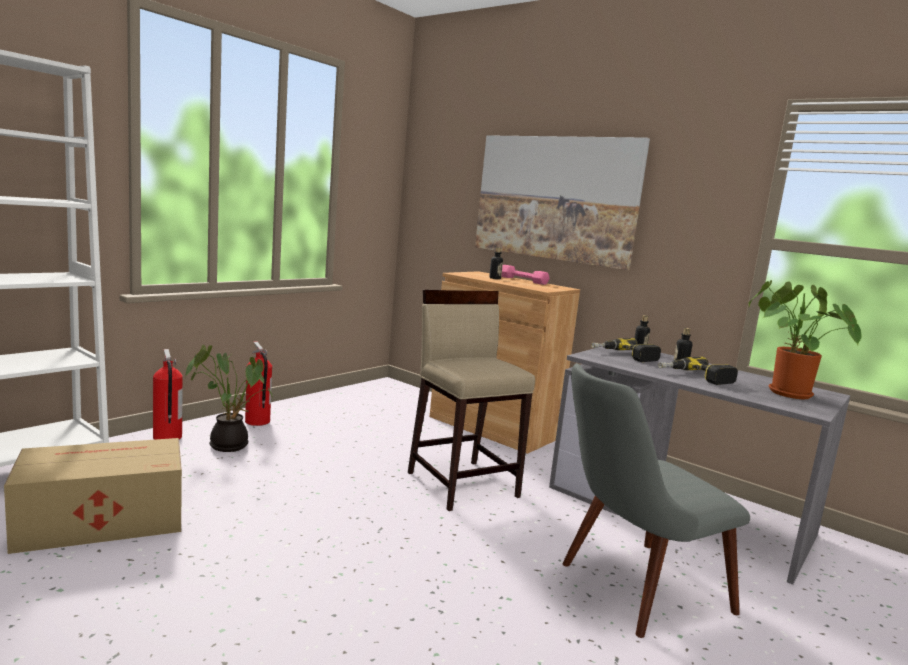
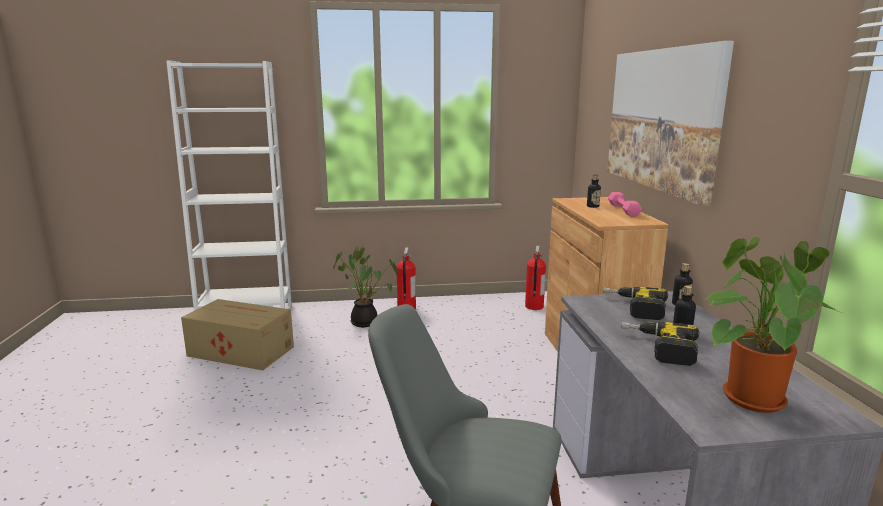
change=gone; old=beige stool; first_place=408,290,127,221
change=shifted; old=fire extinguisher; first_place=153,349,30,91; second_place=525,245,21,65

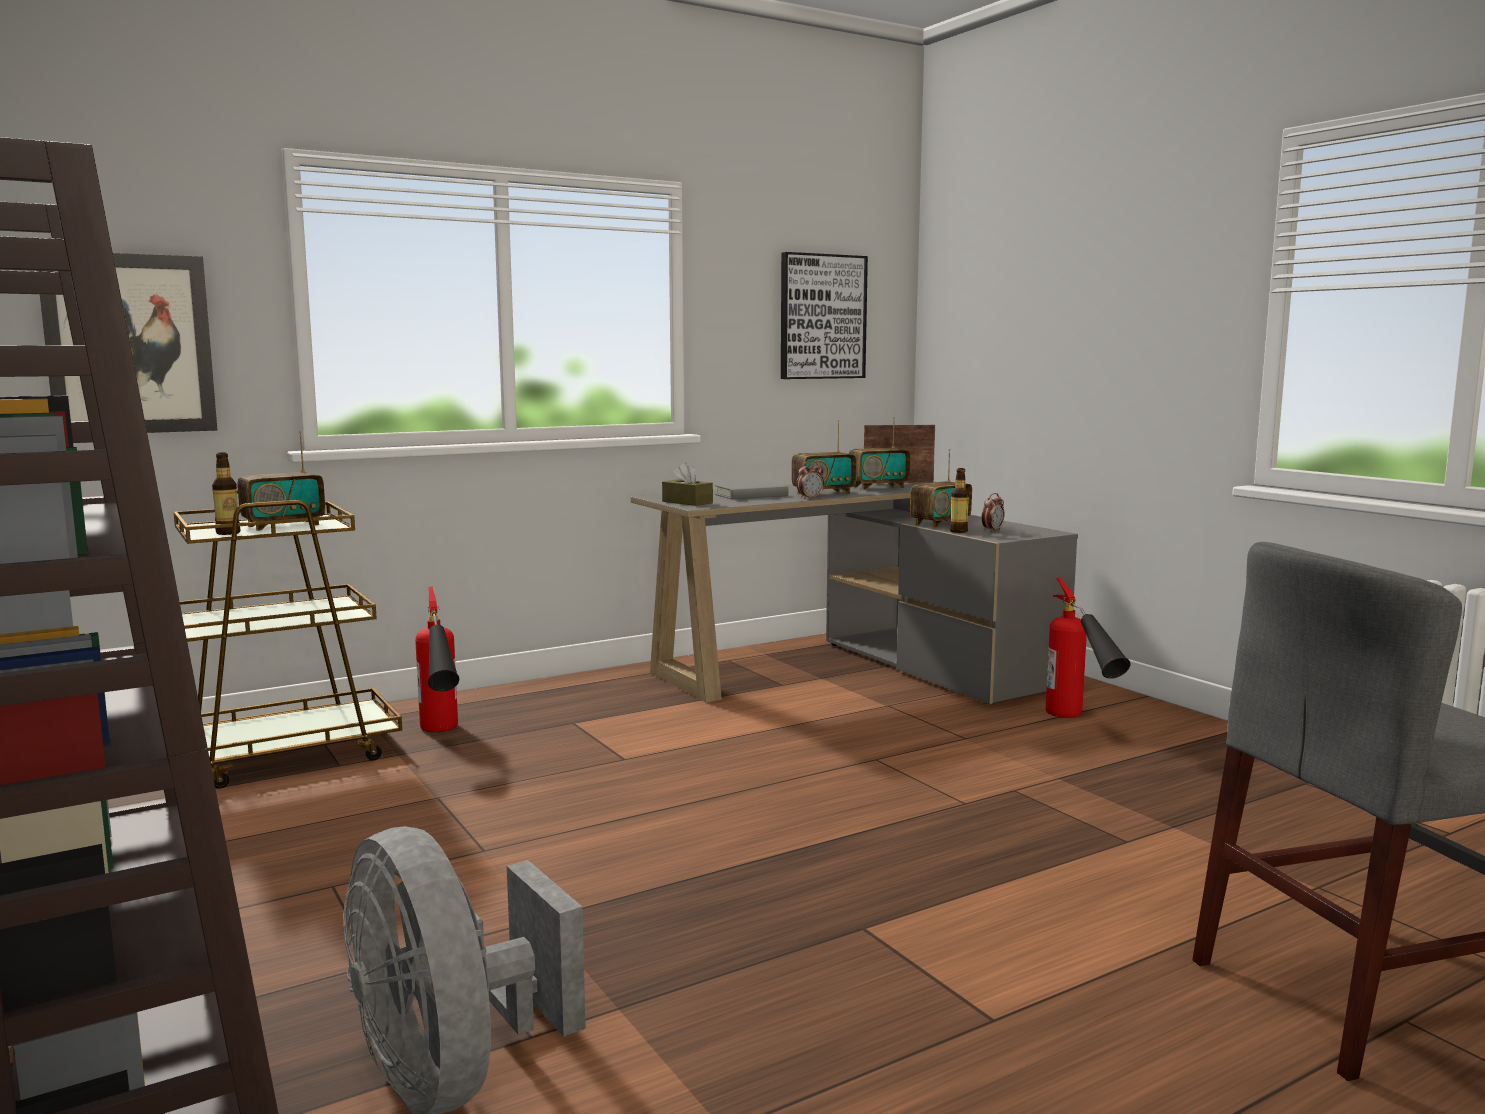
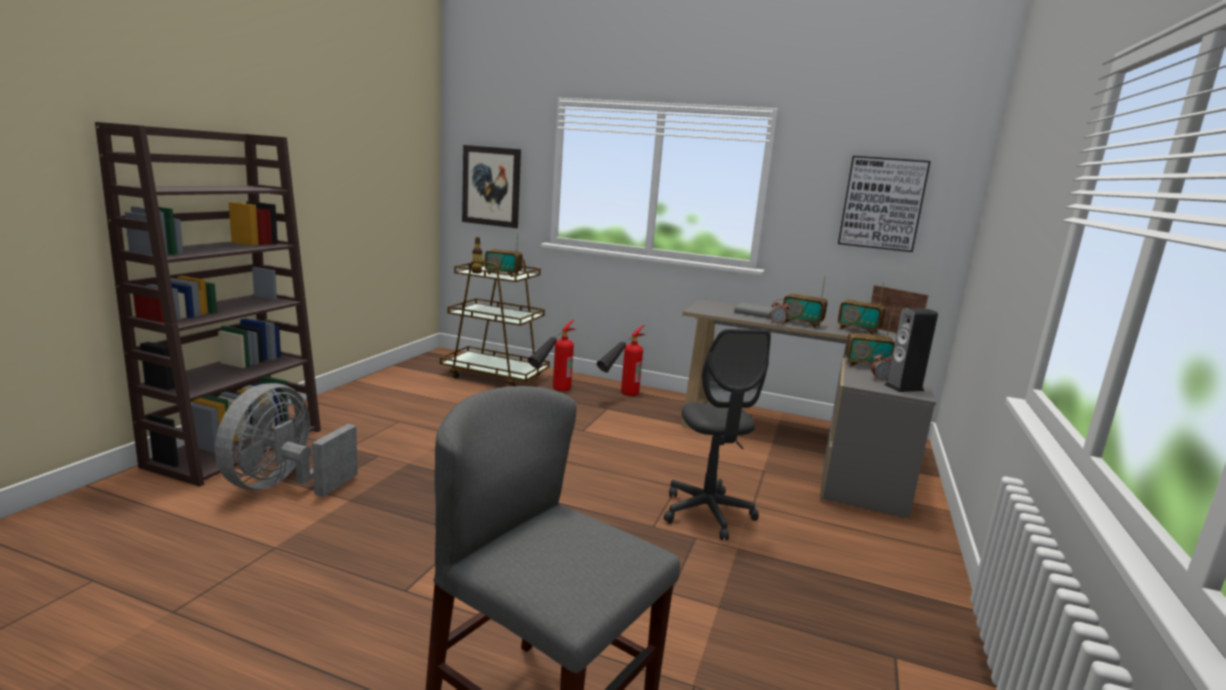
change=gone; old=brown tissue box; first_place=662,462,51,44
change=gone; old=bottle; first_place=950,468,19,65
change=shifted; old=fire extinguisher; first_place=1046,577,85,141; second_place=597,325,48,71
change=new; new=speaker; second_place=884,308,54,84
change=new; new=grey office chair; second_place=664,329,107,211

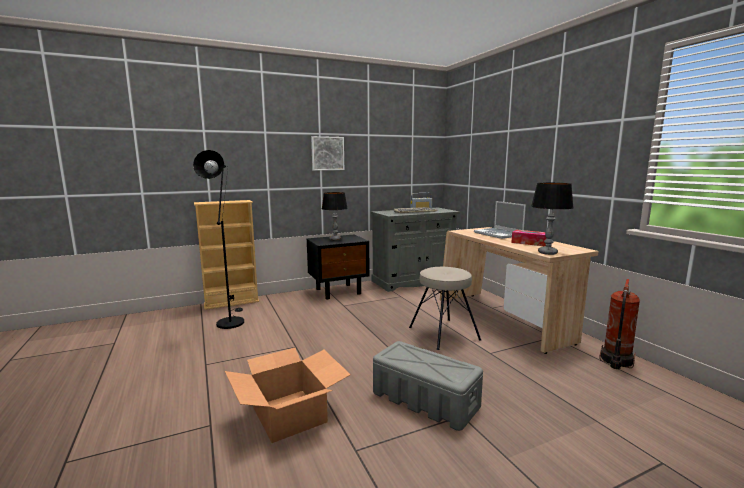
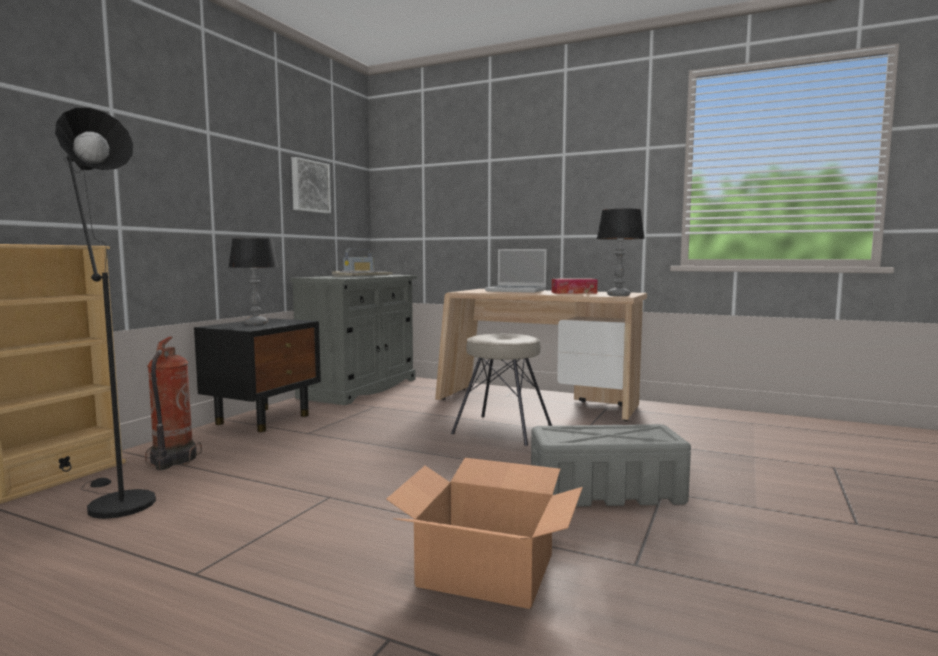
change=shifted; old=picture; first_place=311,136,33,34; second_place=292,157,39,56
change=shifted; old=fire extinguisher; first_place=599,279,41,90; second_place=145,336,57,134

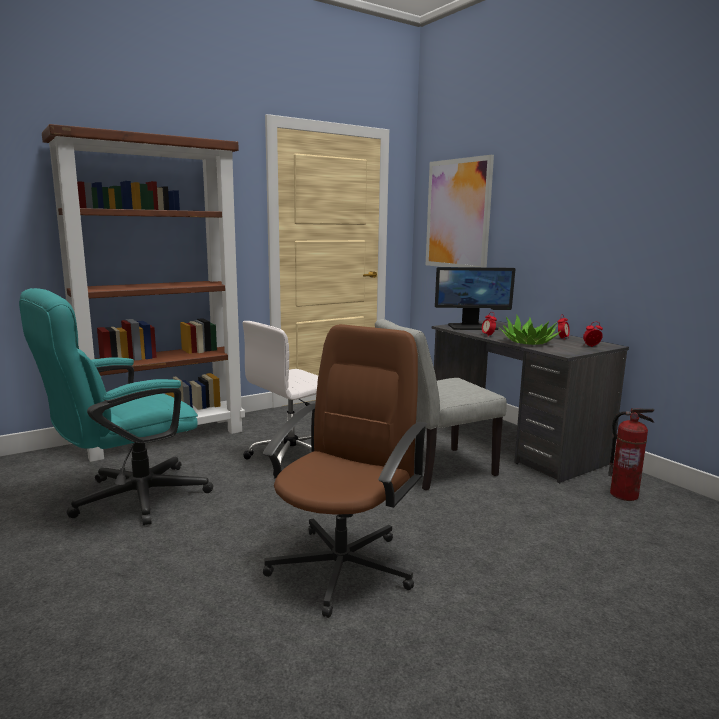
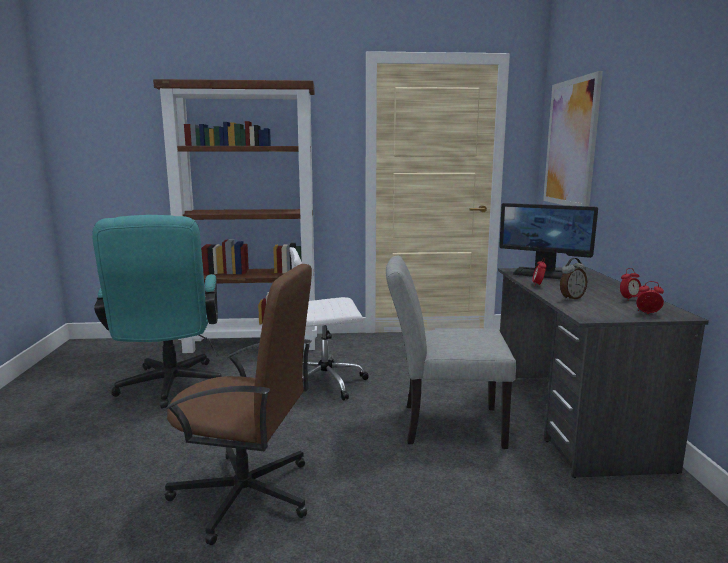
change=rotated; old=turquoise office chair; first_place=19,288,194,238; second_place=92,215,130,193; degrees=-90
change=swapped; old=potted plant; new=alarm clock; first_place=499,314,62,31; second_place=560,258,27,42
change=rotated; old=brown office chair; first_place=263,324,165,294; second_place=165,264,147,281; degrees=45
change=gone; old=fire extinguisher; first_place=608,408,46,93

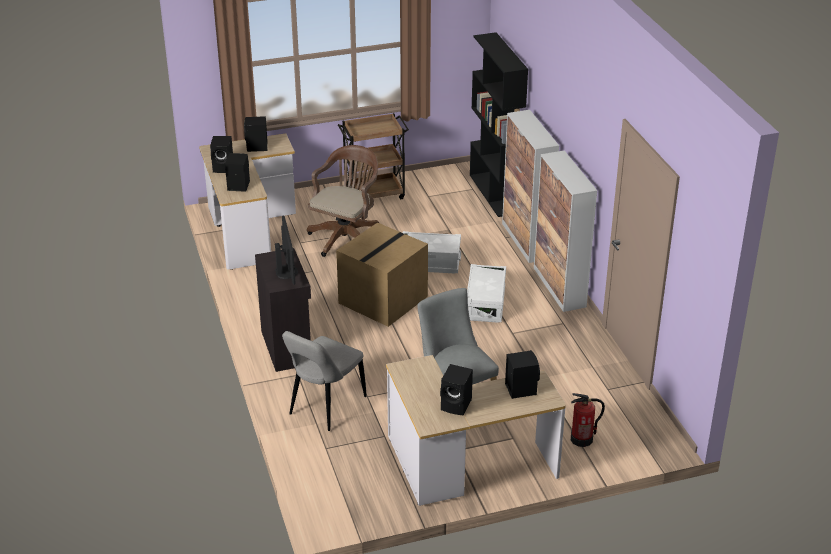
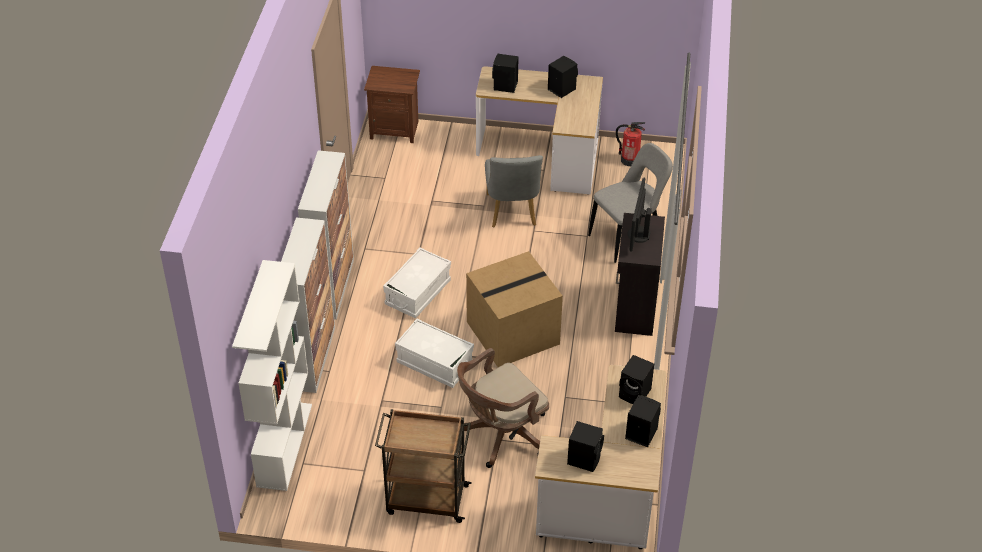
change=repainted; old=black bookcase; new=white bookcase; first_place=470,32,58,185; second_place=232,260,80,231
change=shifted; old=fire extinguisher; first_place=571,393,34,54; second_place=616,122,30,44
change=new; new=brown nightstand; second_place=364,66,56,77

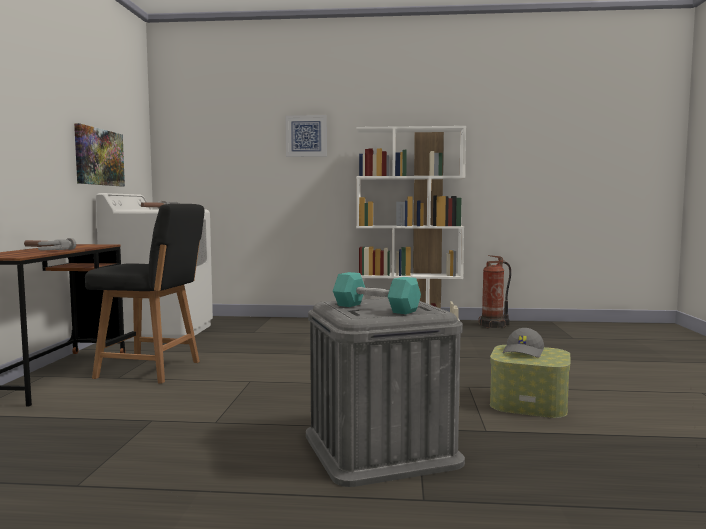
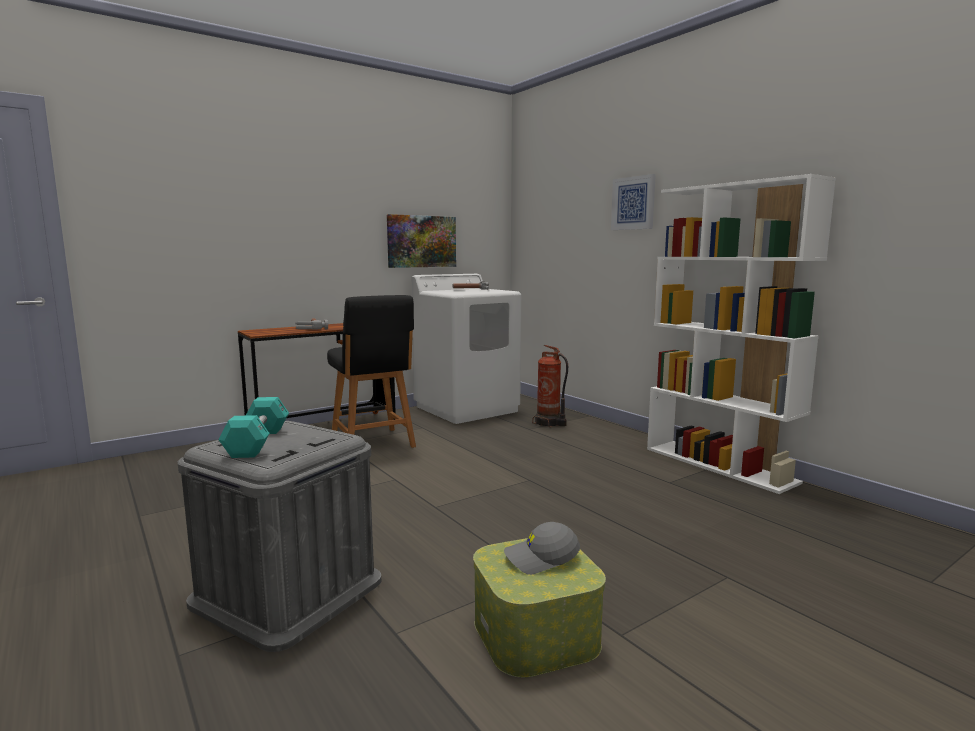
change=shifted; old=fire extinguisher; first_place=478,255,33,73; second_place=532,345,36,82

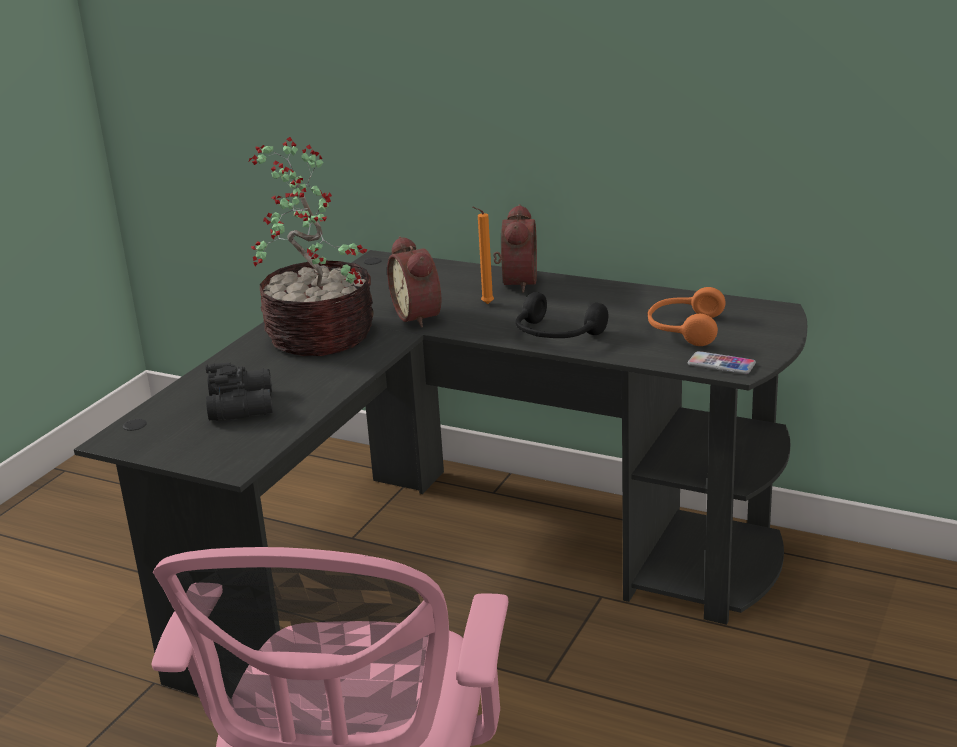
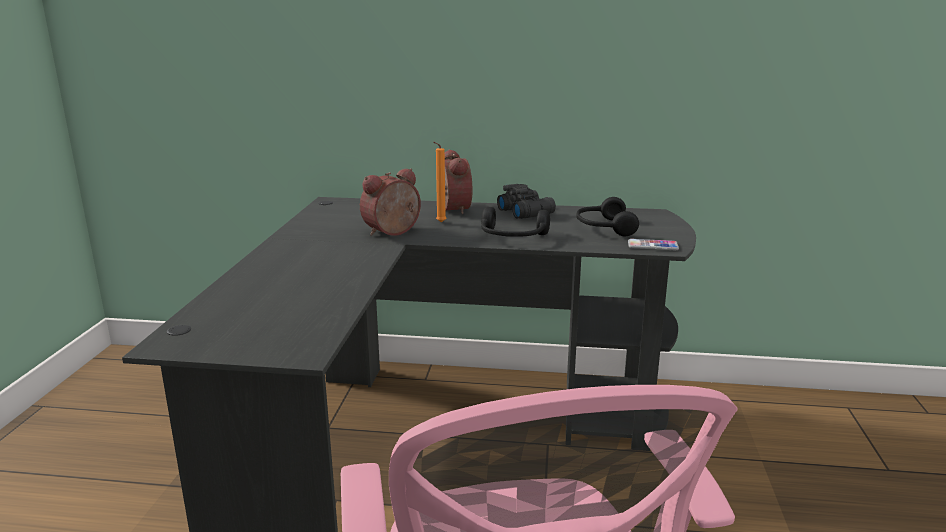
change=gone; old=potted plant; first_place=249,137,125,219
change=rotated; old=alarm clock; first_place=387,236,54,92; second_place=360,168,61,68; degrees=90
change=repainted; old=orange headphones; new=black headphones; first_place=648,287,77,59; second_place=576,197,63,39
change=shifted; old=black binoculars; first_place=206,362,67,59; second_place=497,184,59,35

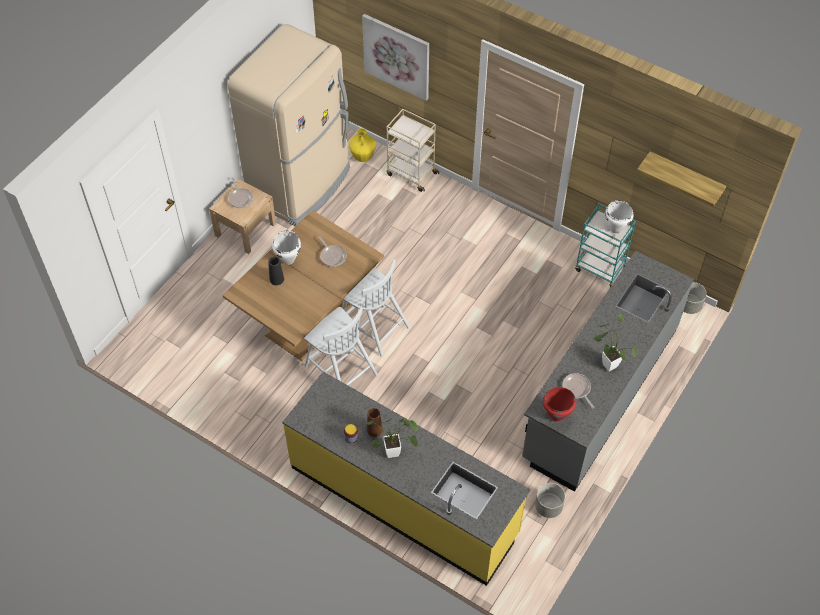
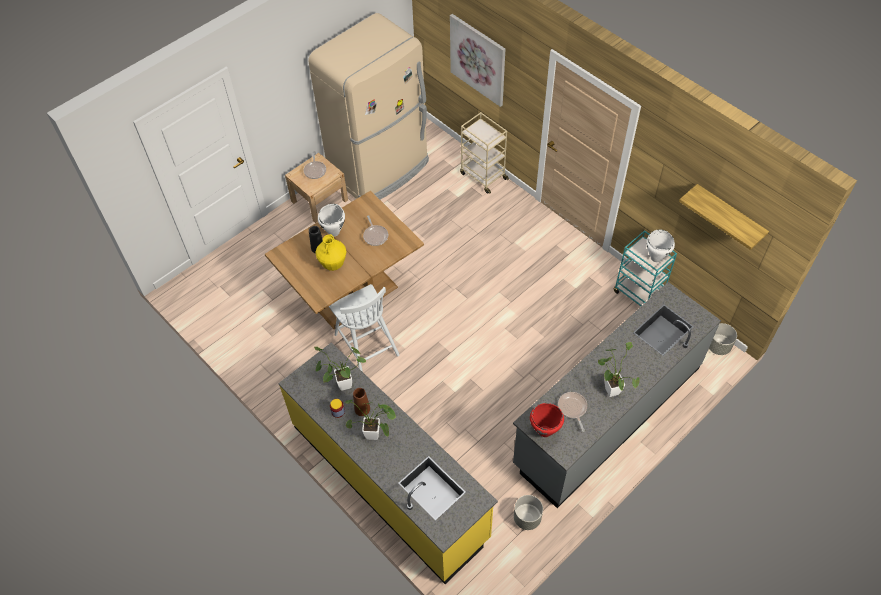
change=shifted; old=yellow vase; first_place=349,128,27,34; second_place=315,234,31,37
change=gone; old=white chair; first_place=342,259,68,97
change=new; new=potted plant; second_place=314,347,52,44

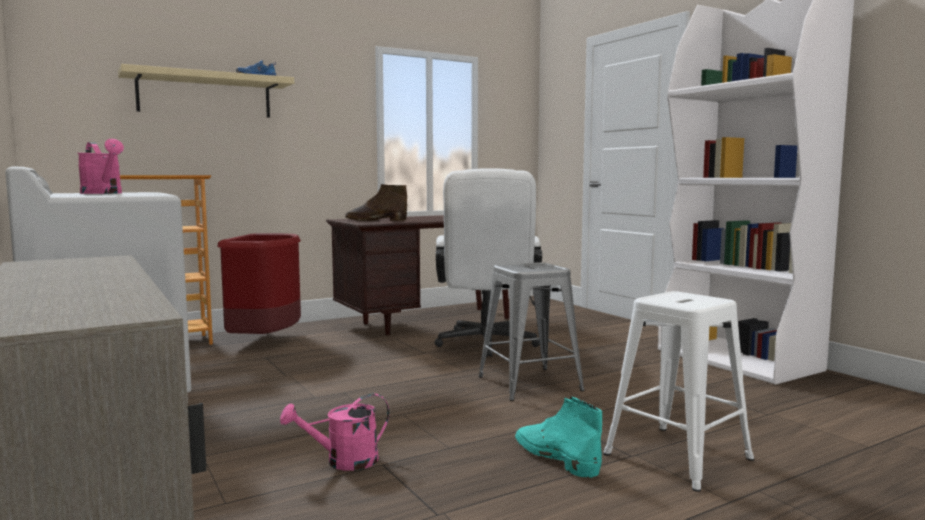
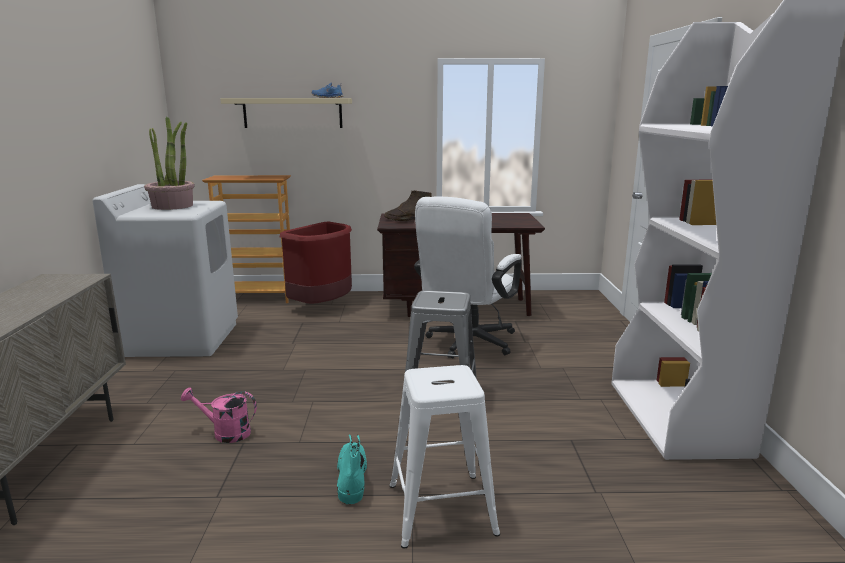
change=swapped; old=pink watering can; new=potted plant; first_place=78,139,46,55; second_place=144,117,50,93

